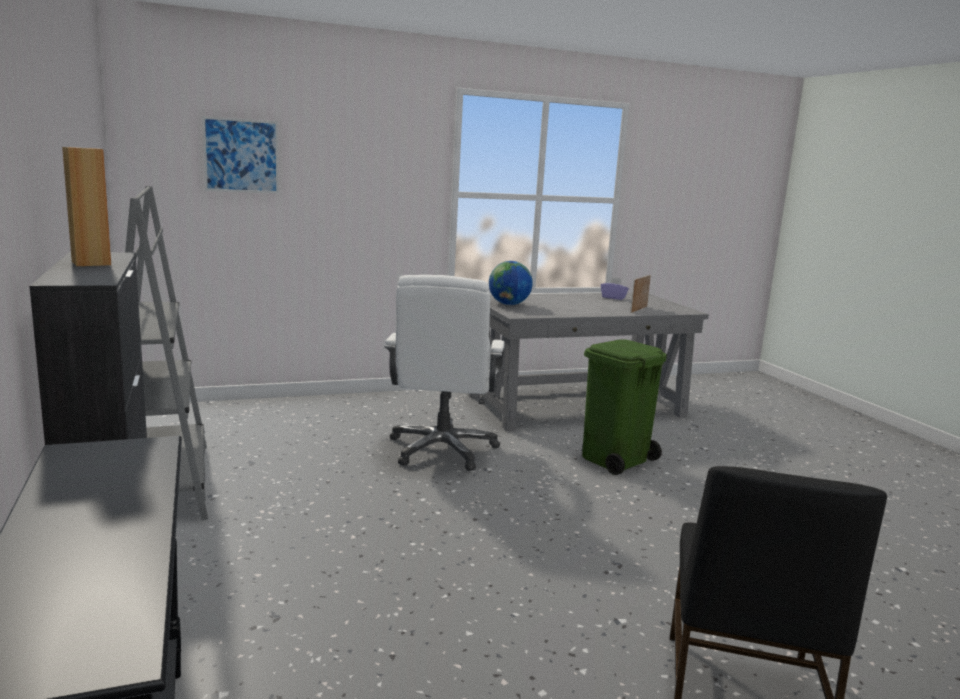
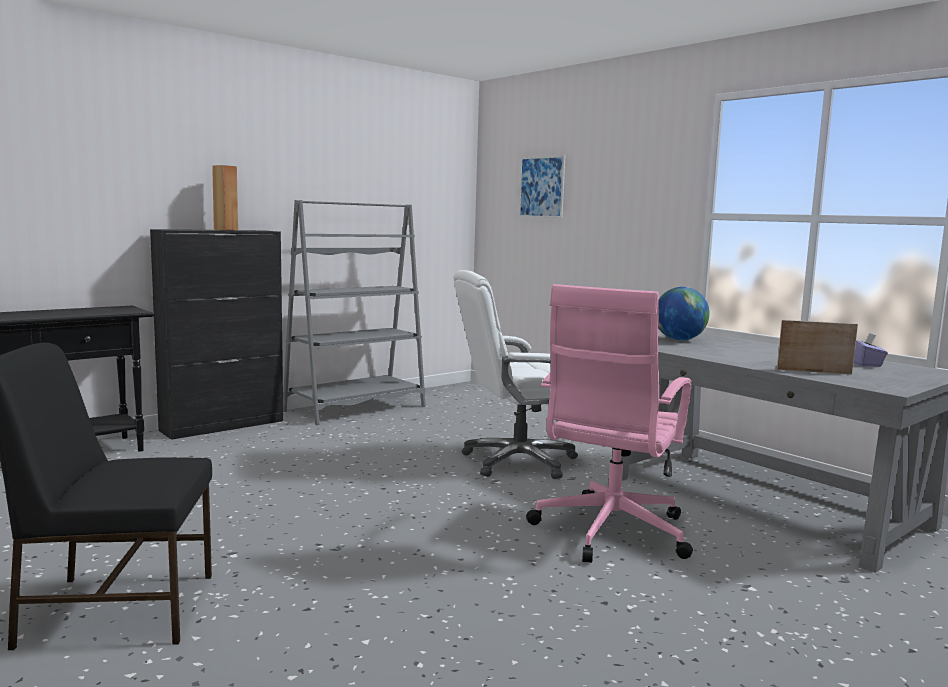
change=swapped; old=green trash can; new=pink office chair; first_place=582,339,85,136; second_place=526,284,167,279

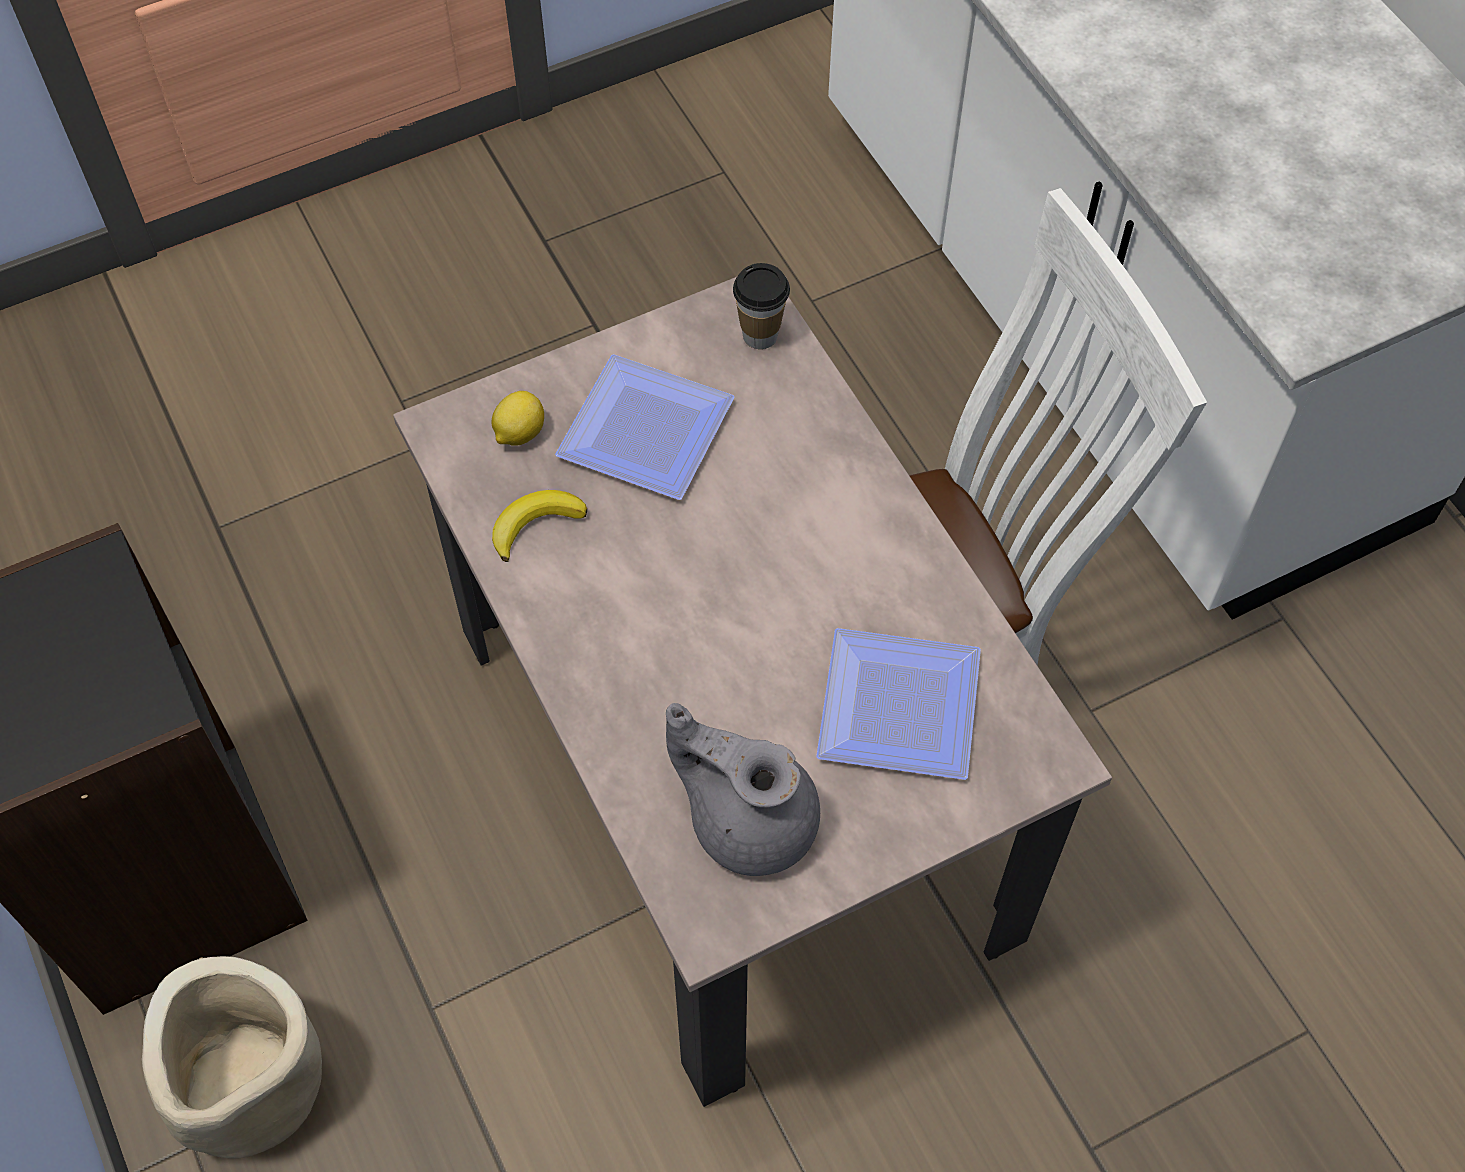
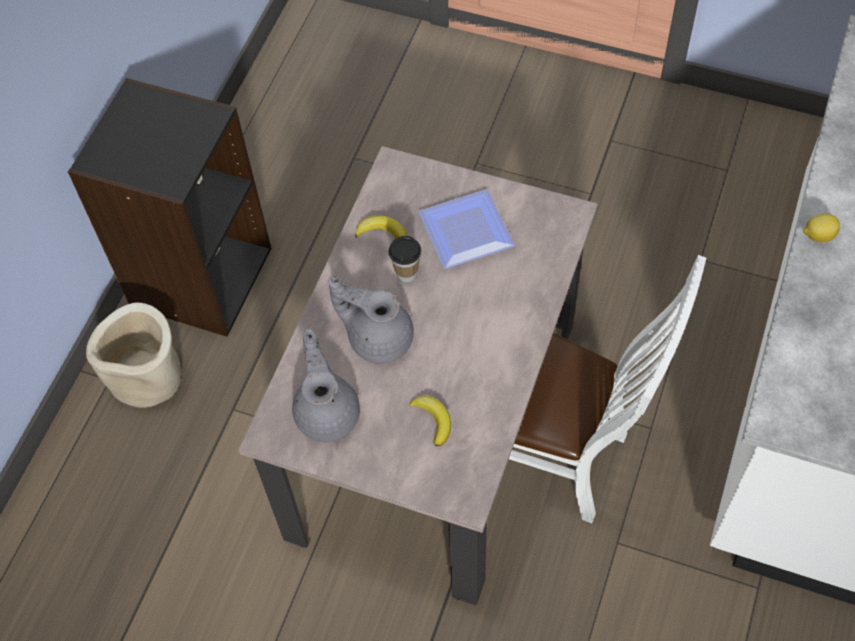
change=shifted; old=cup; first_place=733,263,57,86; second_place=388,236,33,47
change=shifted; old=lemon; first_place=492,391,52,55; second_place=803,214,37,28
change=swapped; old=plate; new=banana; first_place=816,628,165,152; second_place=409,395,42,51
change=new; new=grey teapot; second_place=328,276,86,88

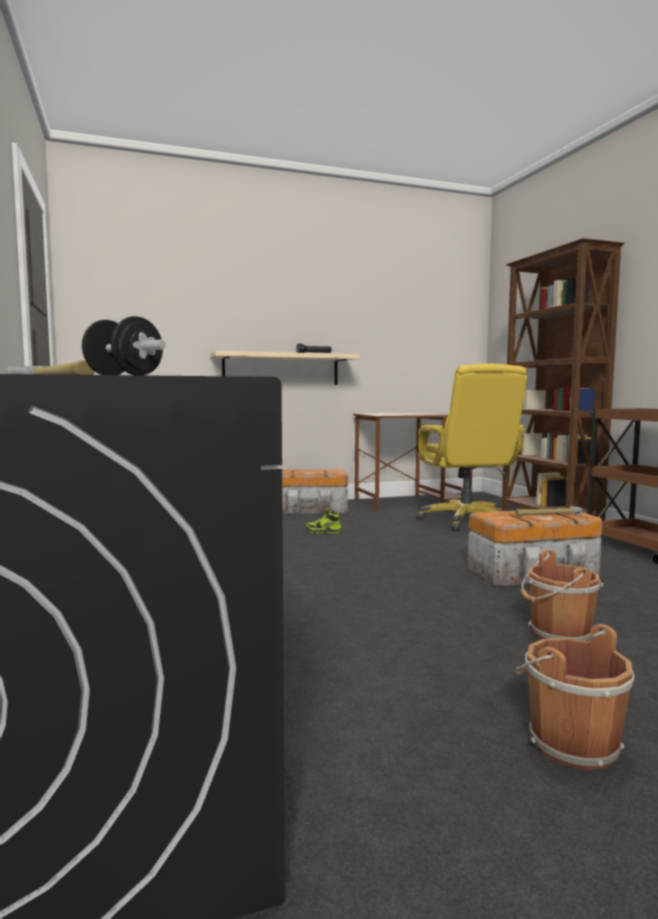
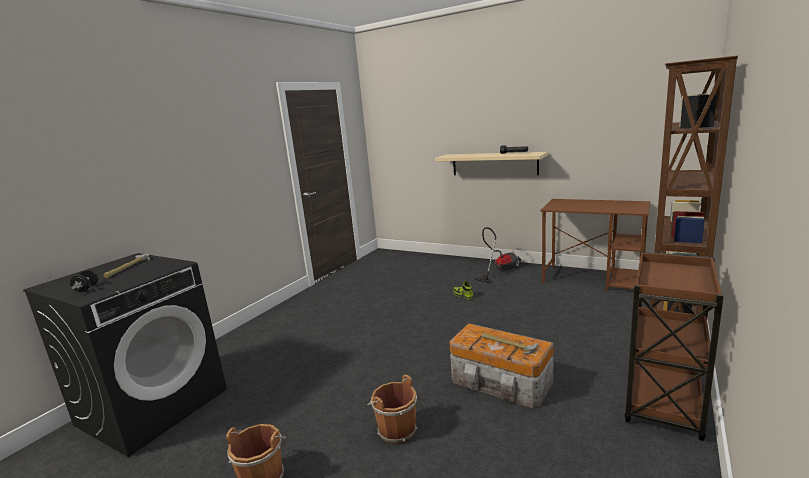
change=gone; old=yellow office chair; first_place=417,364,110,166
change=swapped; old=storage box; new=vacuum cleaner; first_place=282,469,66,45; second_place=475,227,46,57

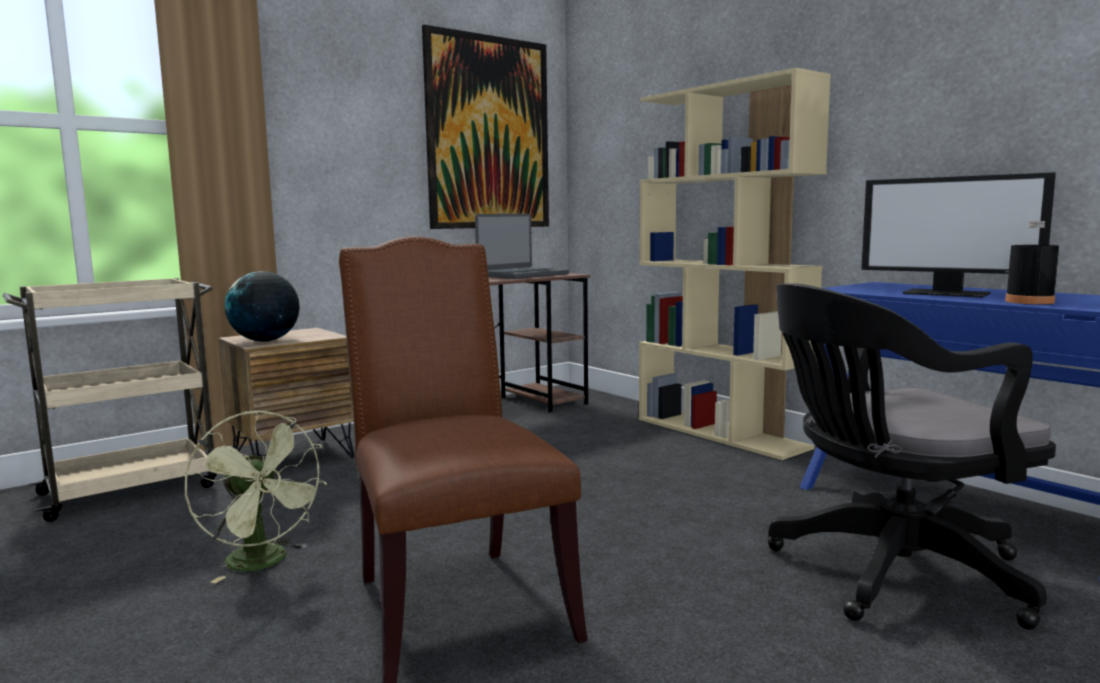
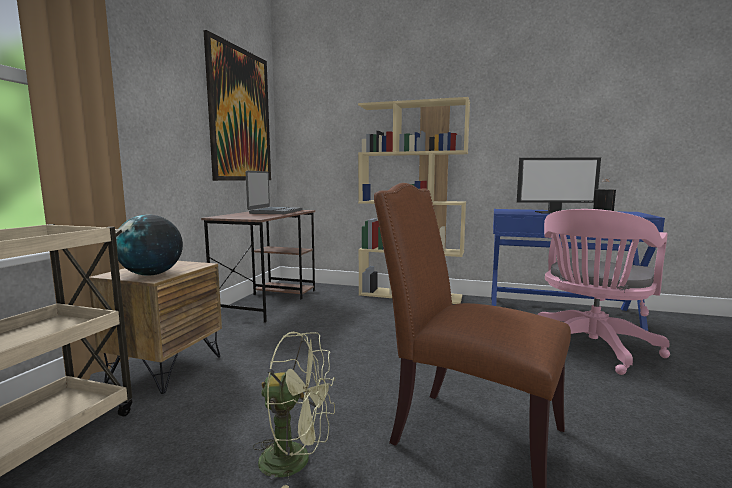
change=repainted; old=black office chair; new=pink office chair; first_place=768,283,288,347; second_place=538,209,132,166

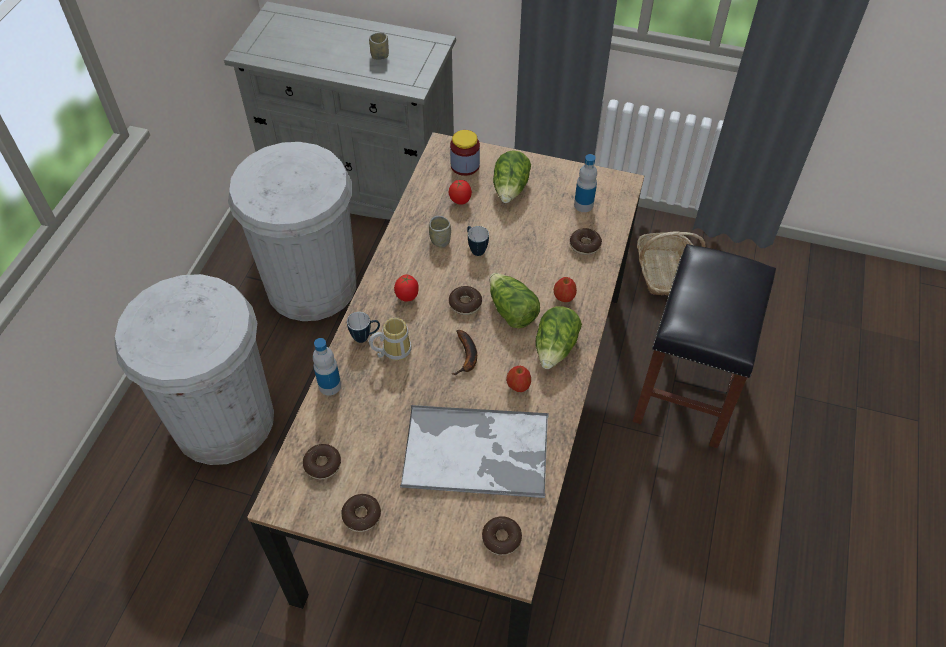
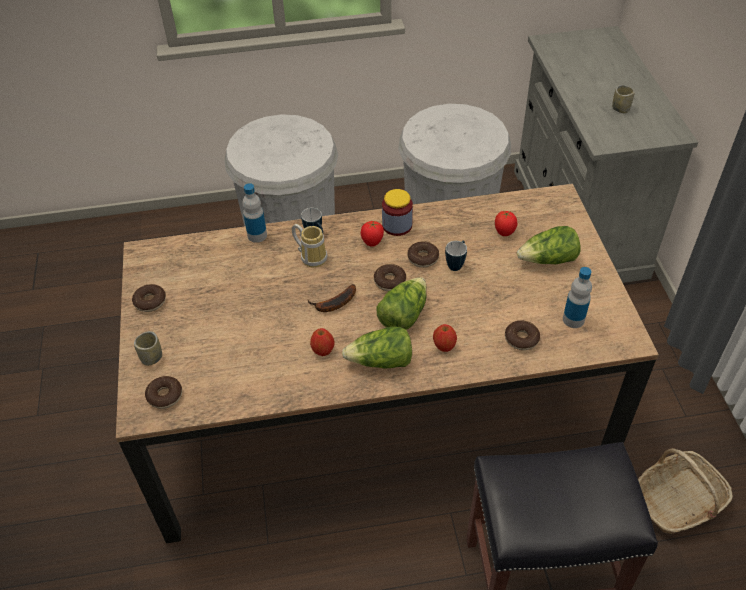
change=shifted; old=jar; first_place=450,130,30,46; second_place=382,189,31,47
change=shifted; old=cup; first_place=429,216,22,32; second_place=134,331,28,35
change=gone; old=tray; first_place=400,405,149,93
change=shifted; old=donut; first_place=303,444,38,35; second_place=407,241,32,27

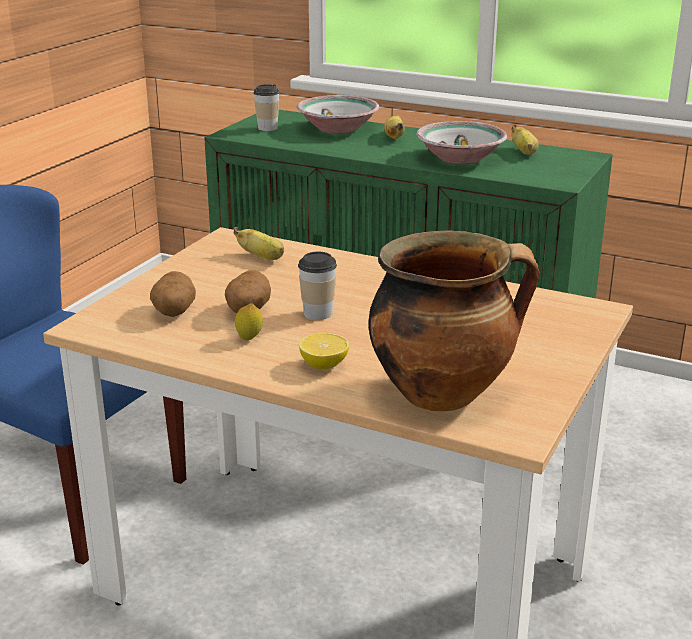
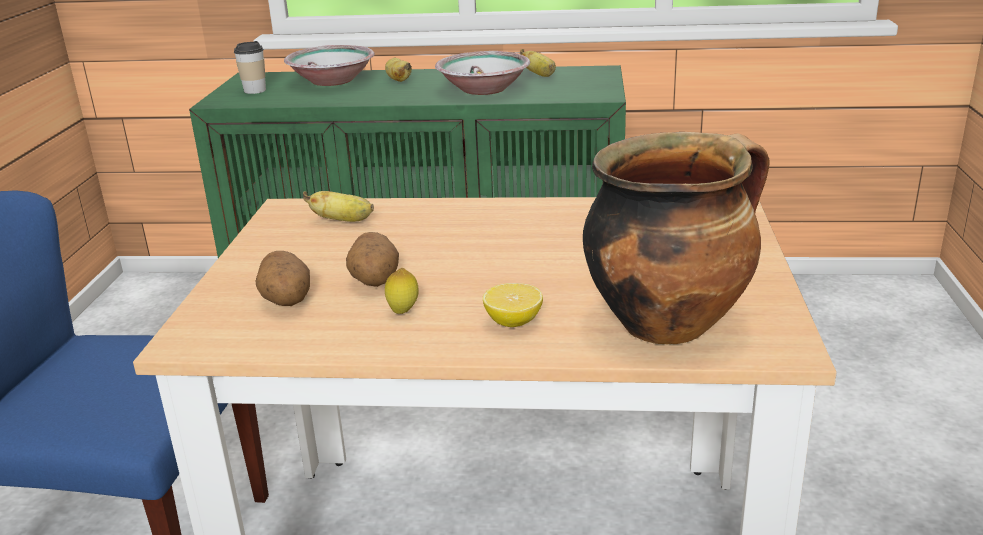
change=gone; old=cup; first_place=298,252,39,68

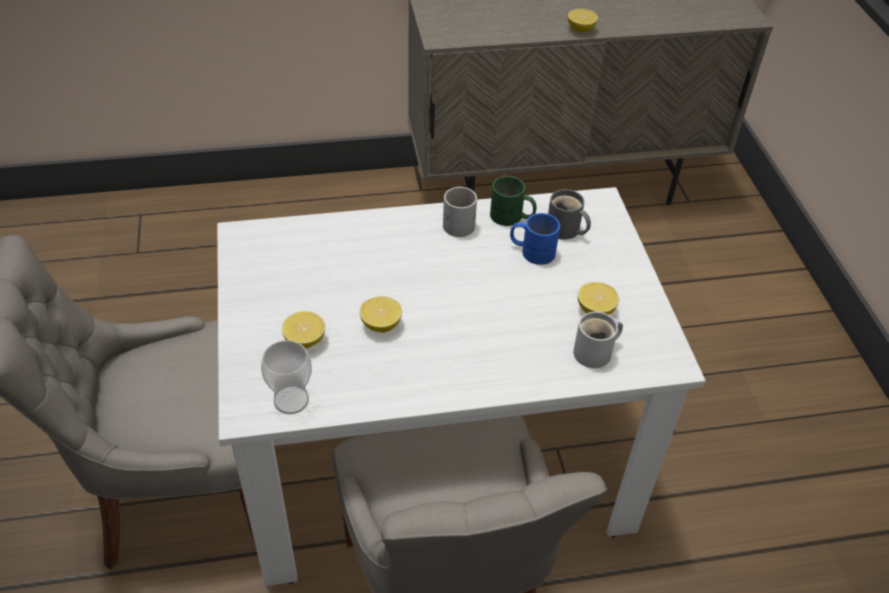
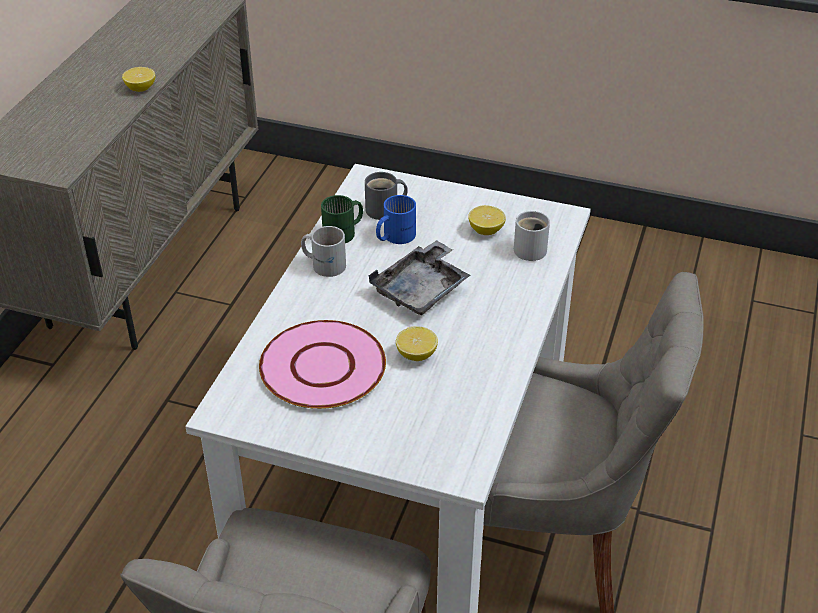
change=gone; old=lemon; first_place=282,311,44,37
change=gone; old=cup; first_place=261,340,51,74
change=new; new=grey tray; second_place=368,240,102,75
change=new; new=pink plate; second_place=259,320,127,89

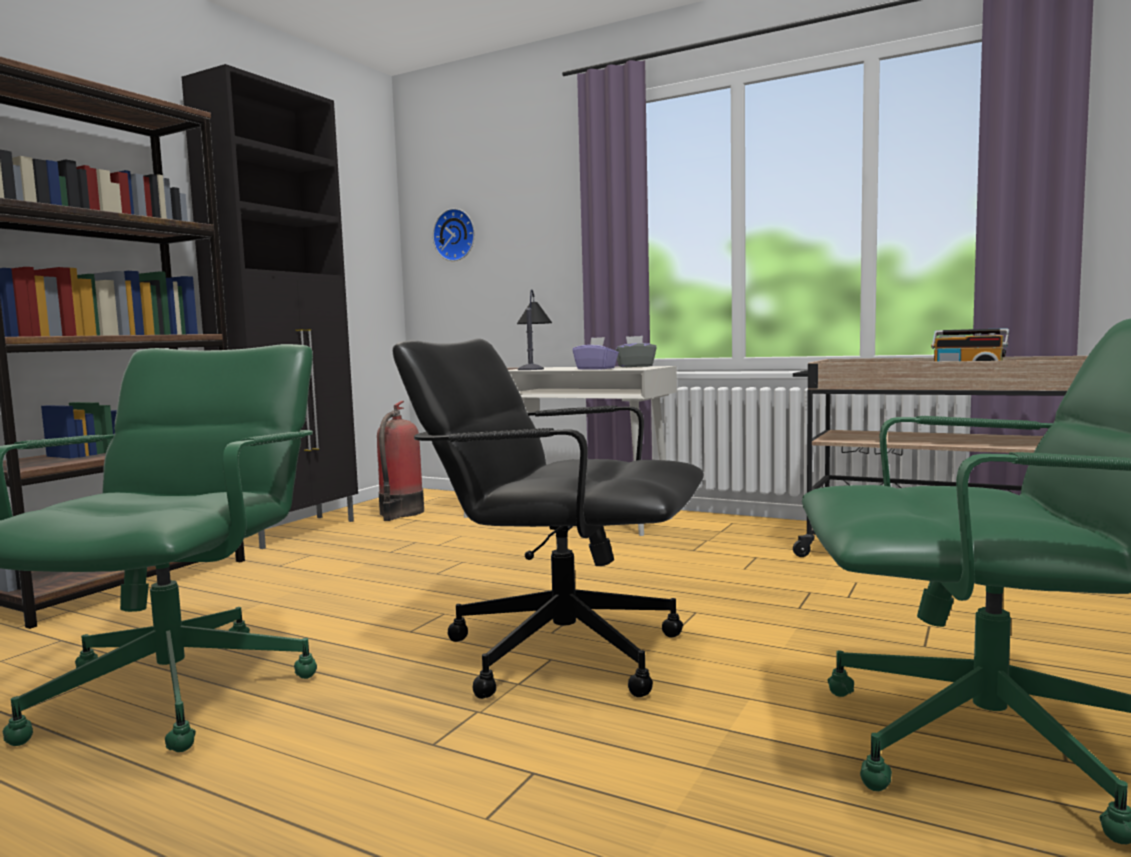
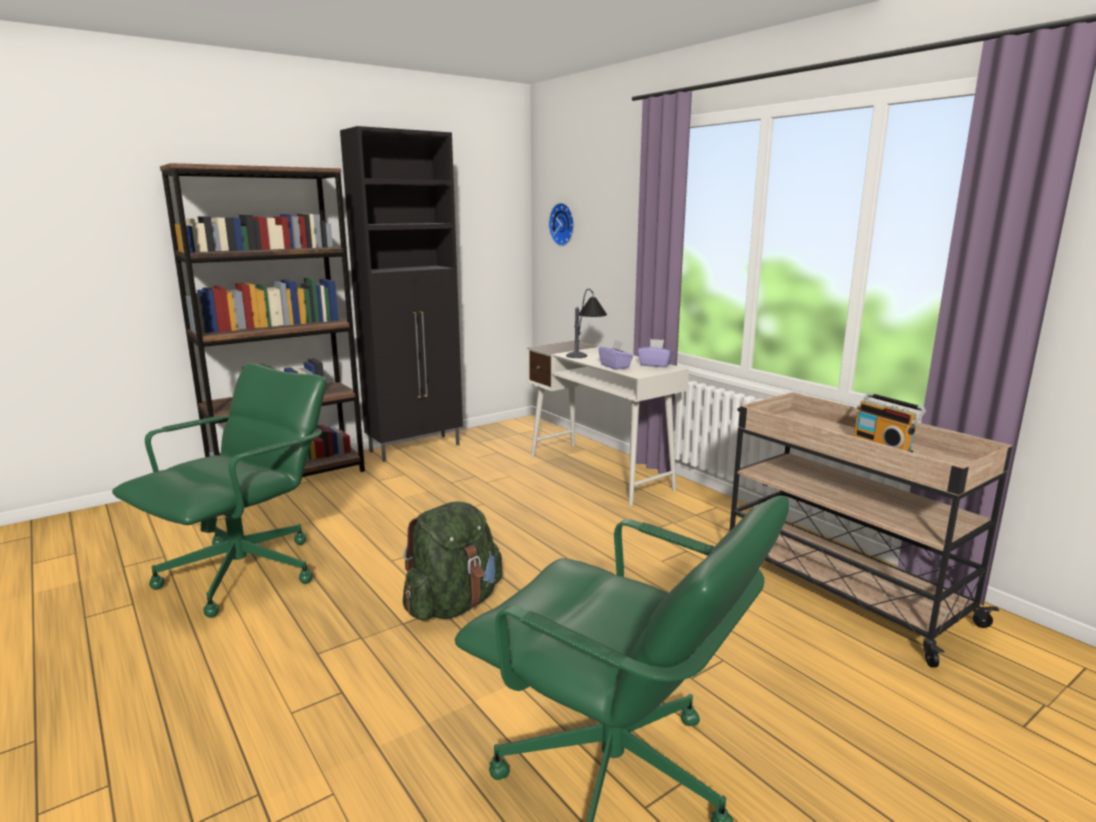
change=repainted; old=grey tissue box; new=purple tissue box; first_place=615,336,42,31; second_place=638,339,36,28
change=swapped; old=black office chair; new=green backpack; first_place=392,338,312,361; second_place=403,501,99,120
change=gone; old=fire extinguisher; first_place=377,401,47,120

